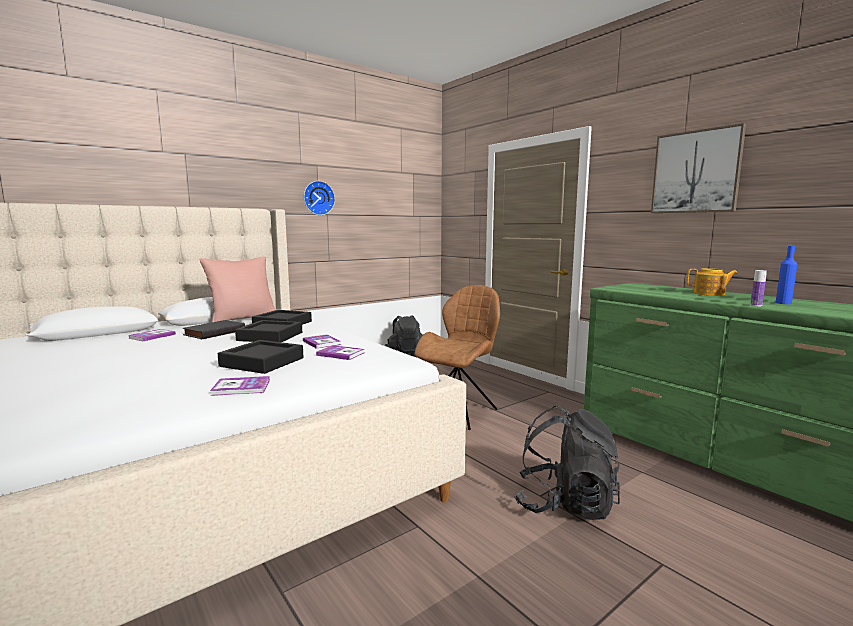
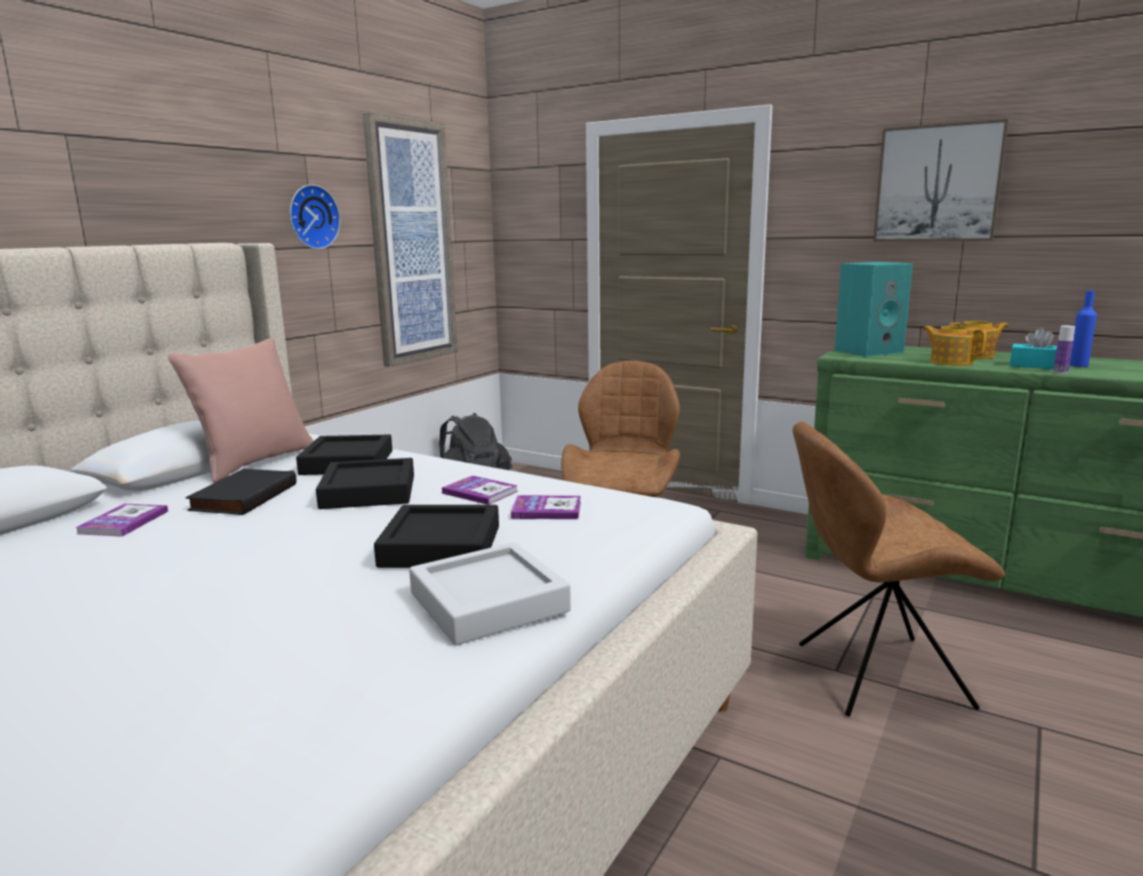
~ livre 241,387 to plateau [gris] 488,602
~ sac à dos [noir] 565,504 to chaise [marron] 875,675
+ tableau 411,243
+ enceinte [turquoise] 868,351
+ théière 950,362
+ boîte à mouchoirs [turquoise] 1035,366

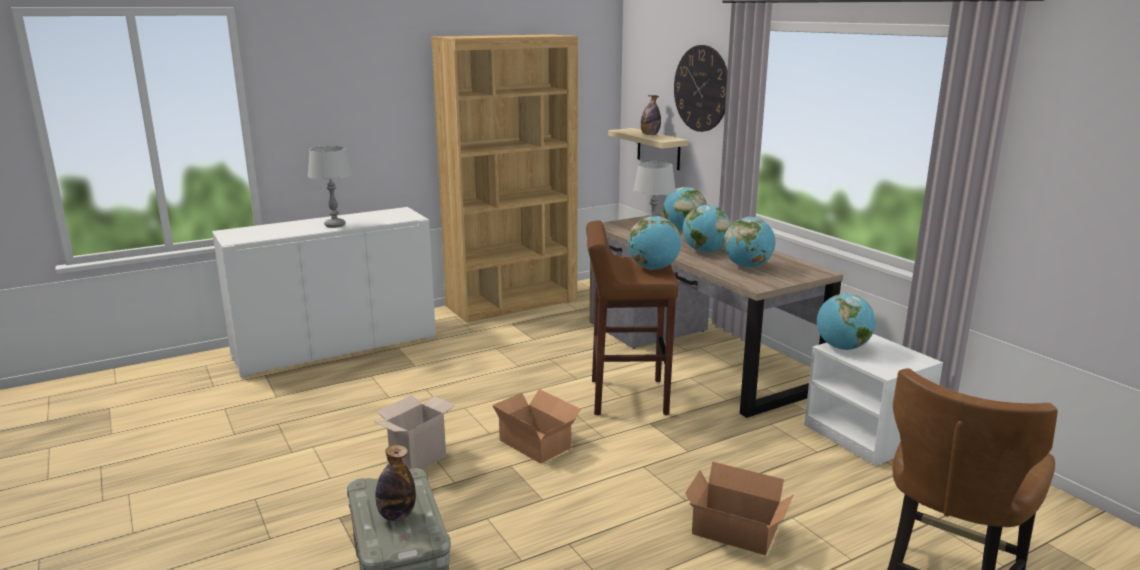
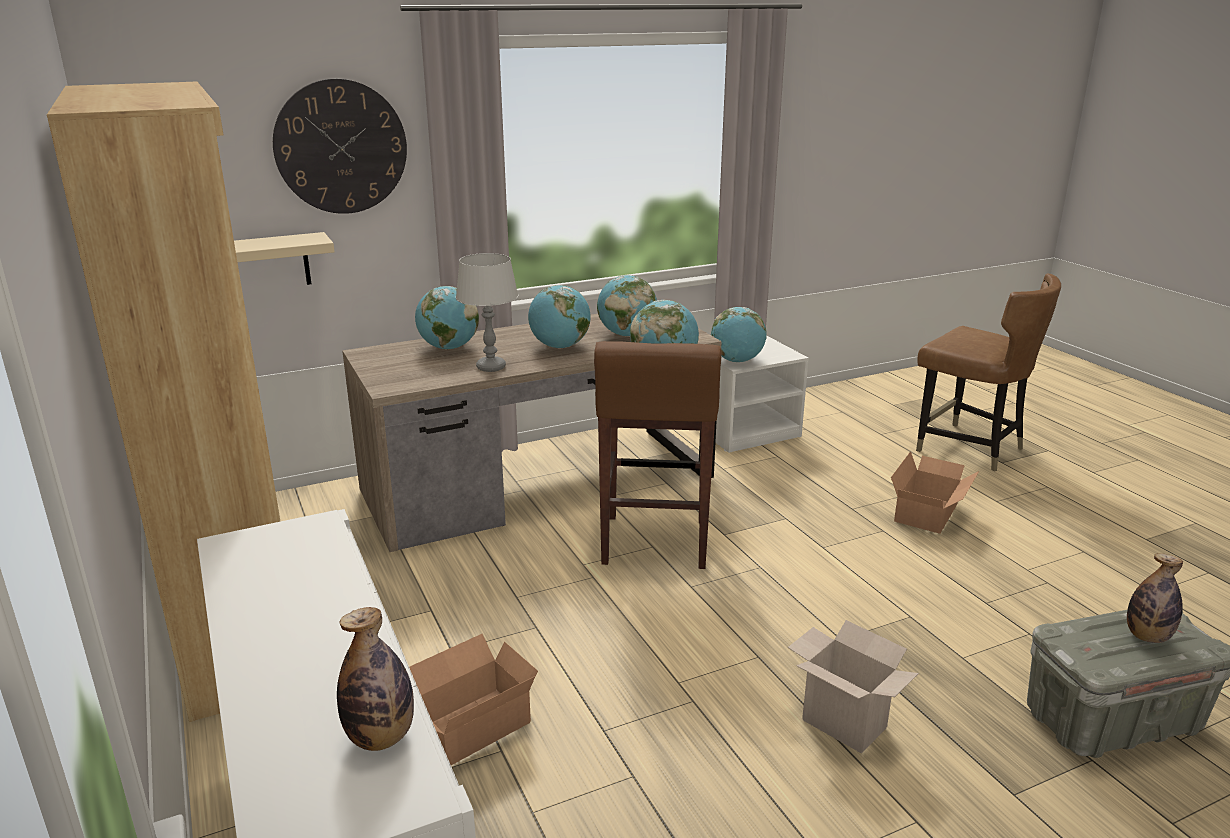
- lampe de table [gris] 335,225
~ carton 536,442 to 468,725
~ bouteille 650,135 to 381,737

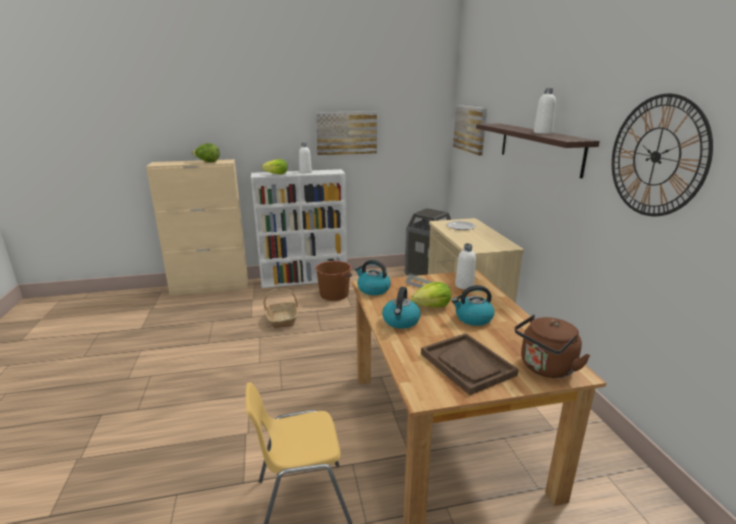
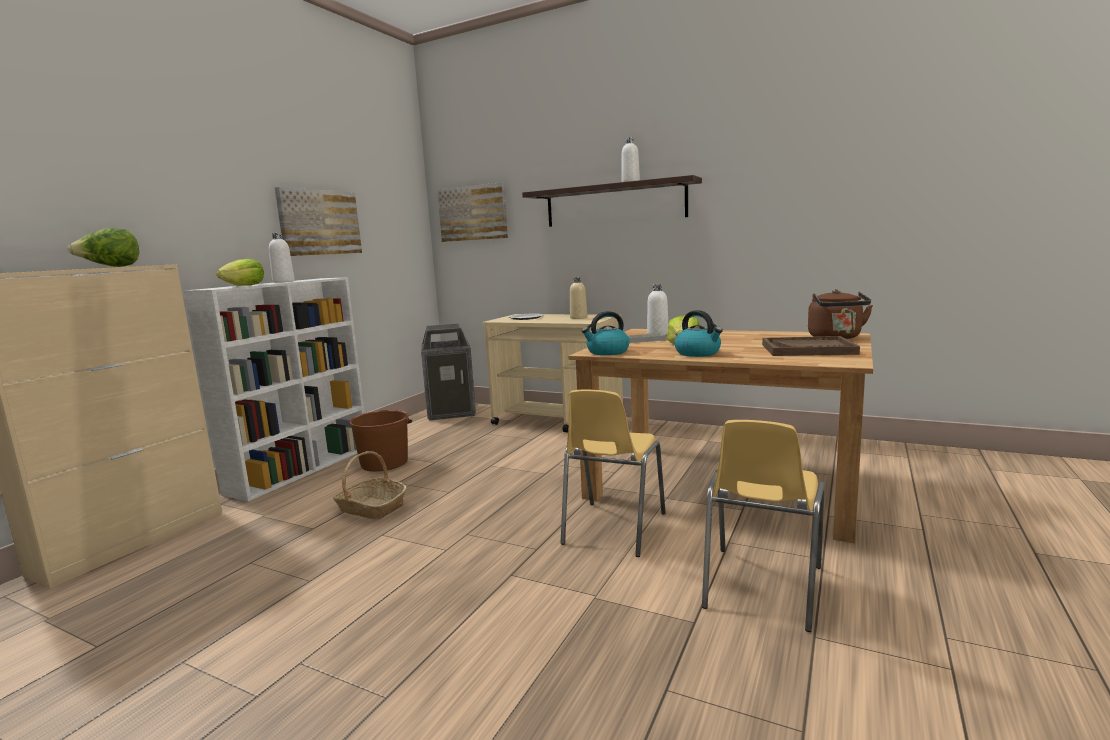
- bouilloire 473,318
- horloge murale 656,156
+ chaise [jaune] 612,529
+ bouteille [beige] 578,318

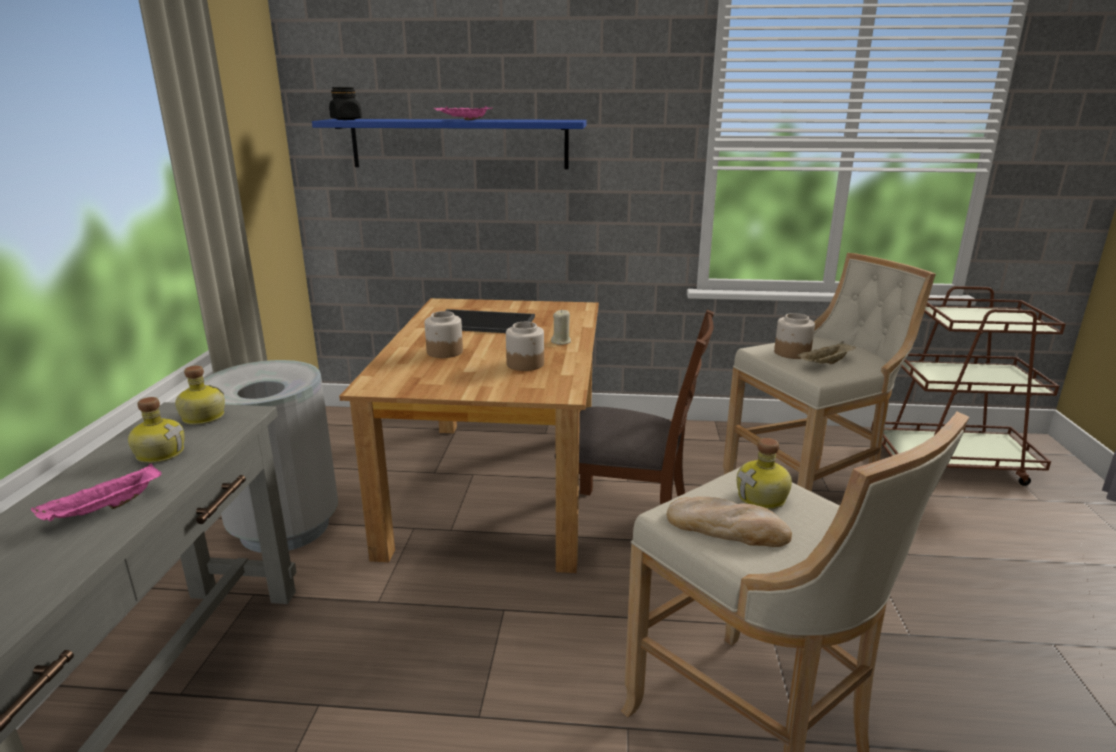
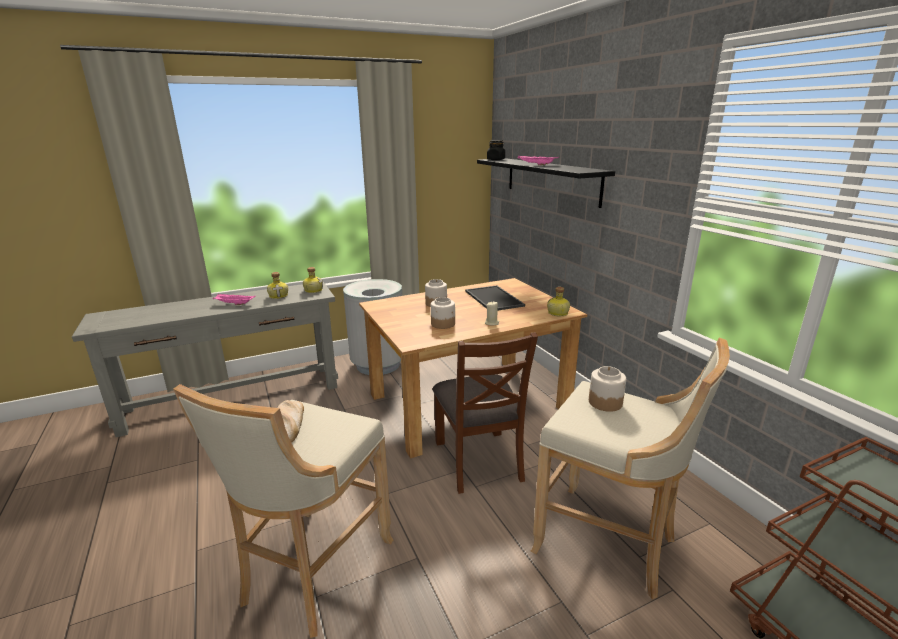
~ étagère [bleu] 459,144 to étagère [noir] 551,180
~ bouteille 763,498 to 558,313
- plateau [beige] 825,364

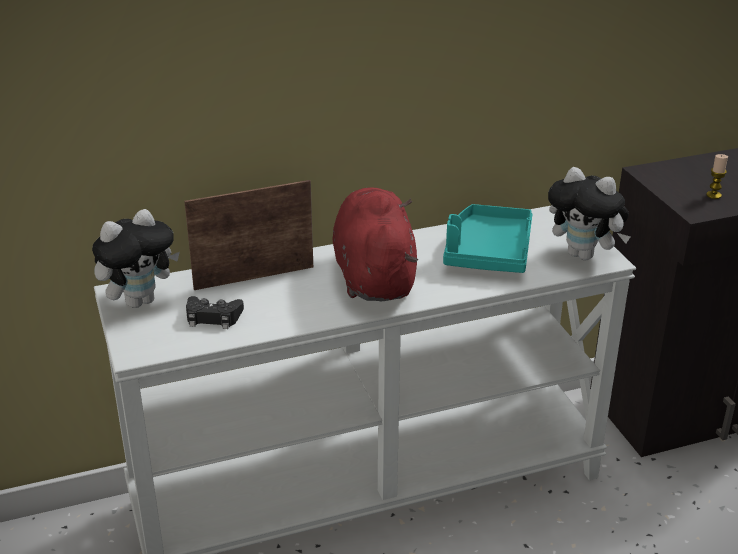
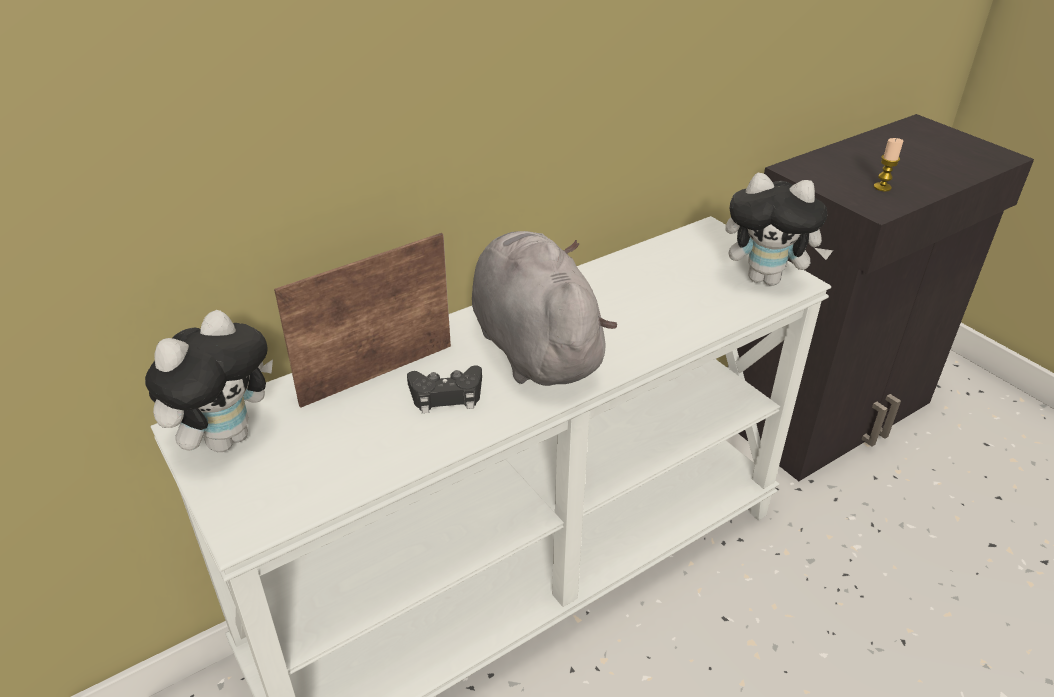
~ manette [noir] 213,317 to 446,395
~ peluche [rouge] 374,276 to peluche [gris] 533,346
- plateau [turquoise] 487,252

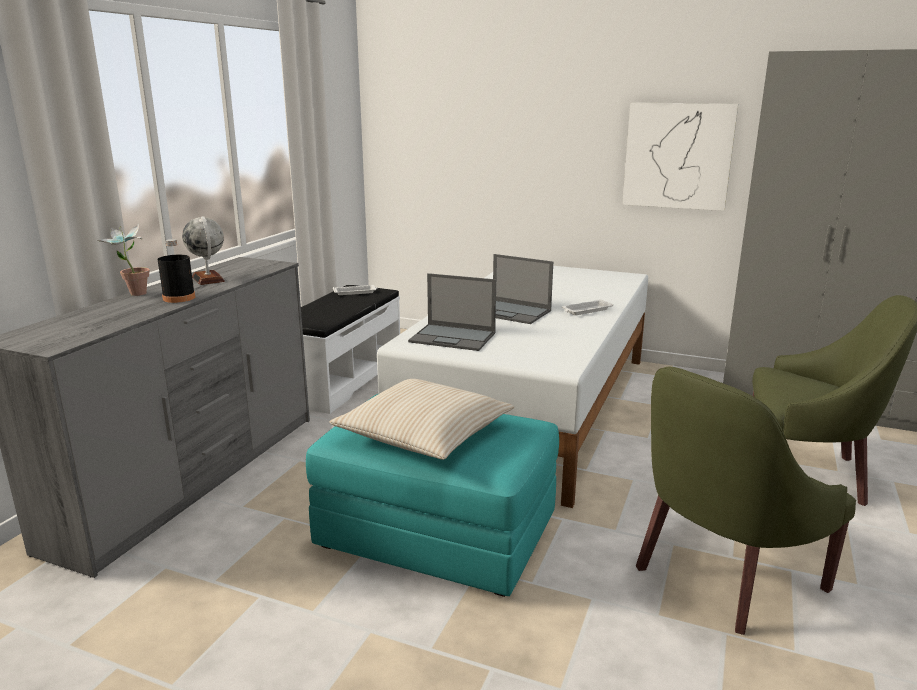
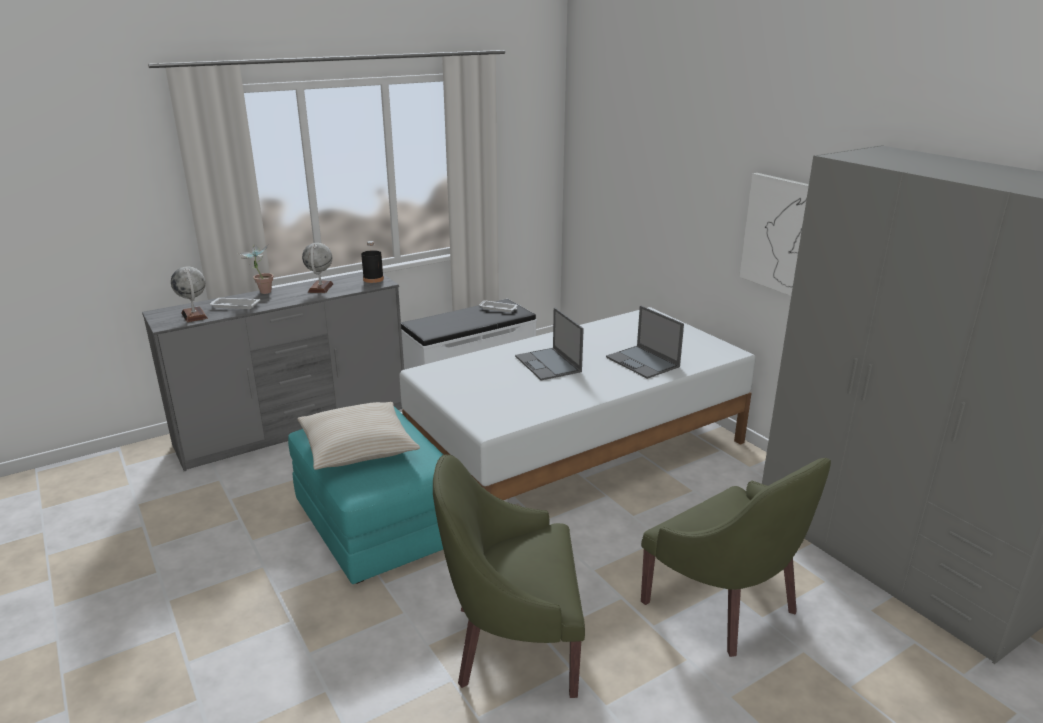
~ bouteille [noir] 179,298 to 373,279
~ ordinateur portable 453,337 to 643,362
~ plateau [blanc] 586,310 to 234,306
+ globe 194,315

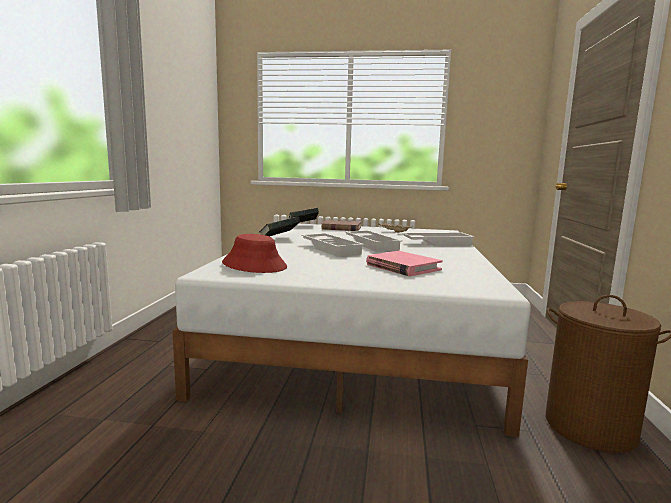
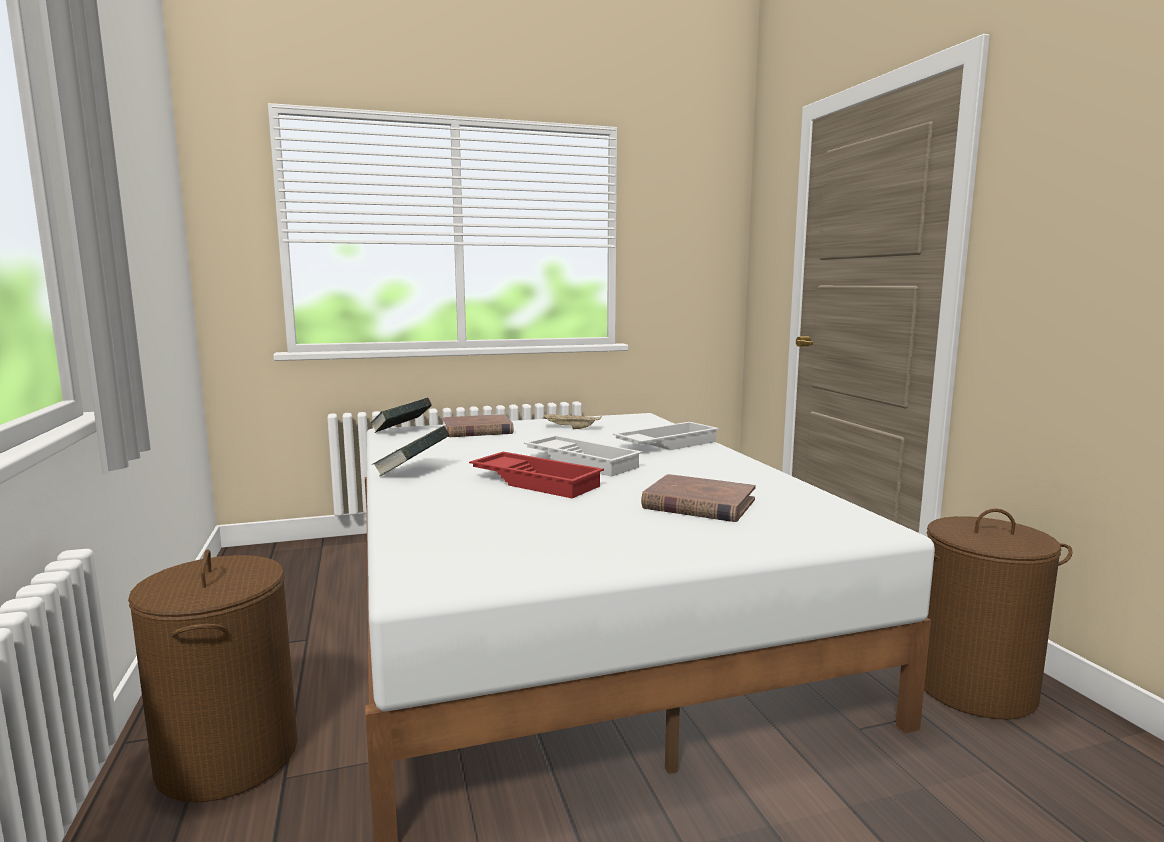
- chapeau [rouge] 254,265
~ plateau [blanc] 332,249 to plateau [rouge] 537,482
~ livre [rose] 402,267 to livre [marron] 698,504
+ panier à linge [marron] 228,757

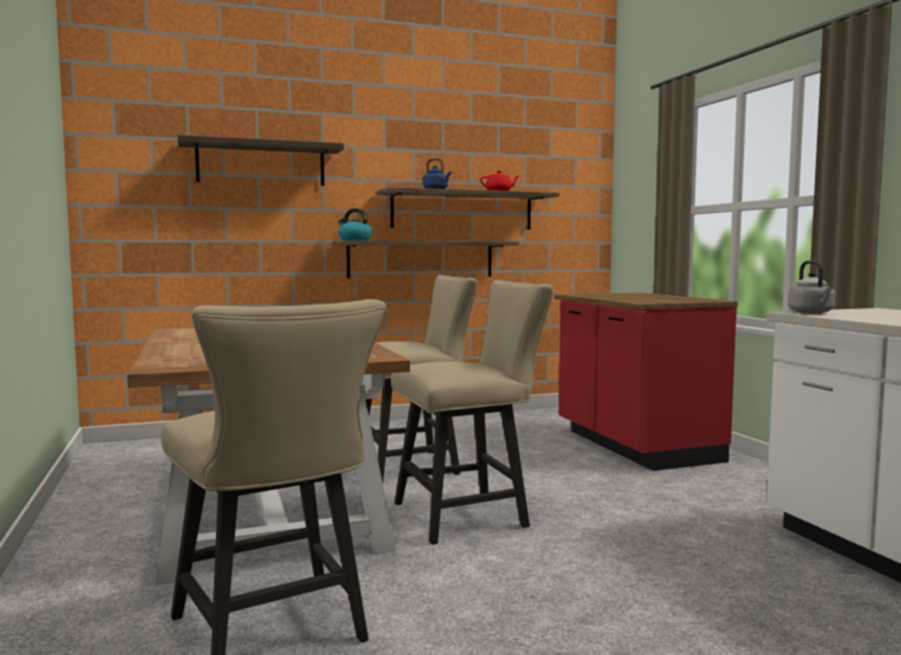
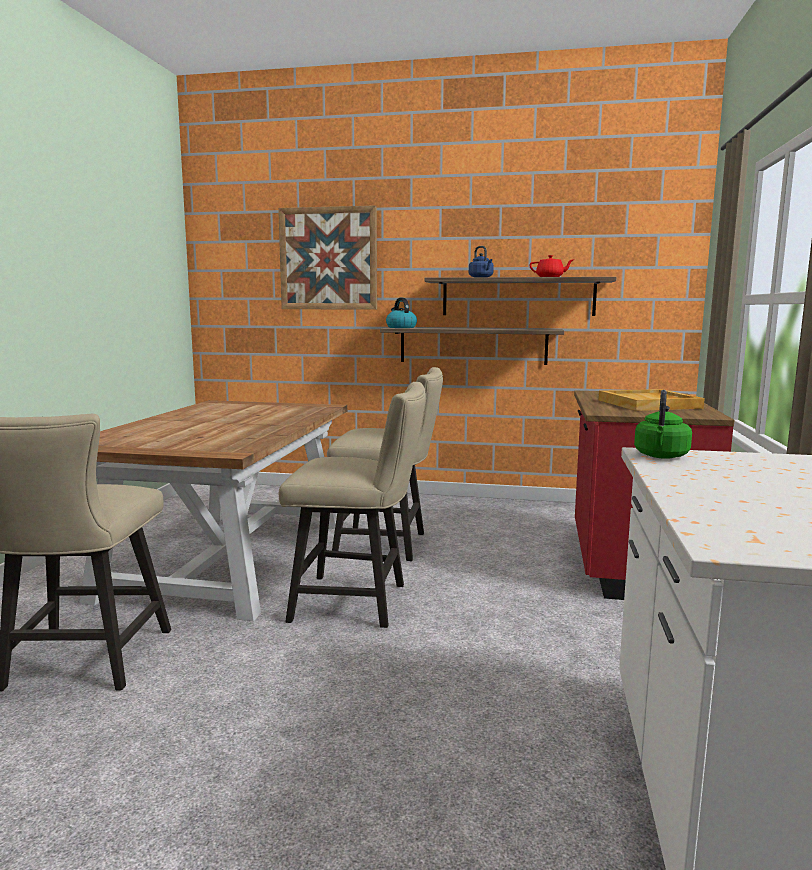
~ étagère 261,164 to tableau 328,259
~ bouilloire [gris] 812,313 to bouilloire [vert] 661,456
+ plateau [beige] 649,404

